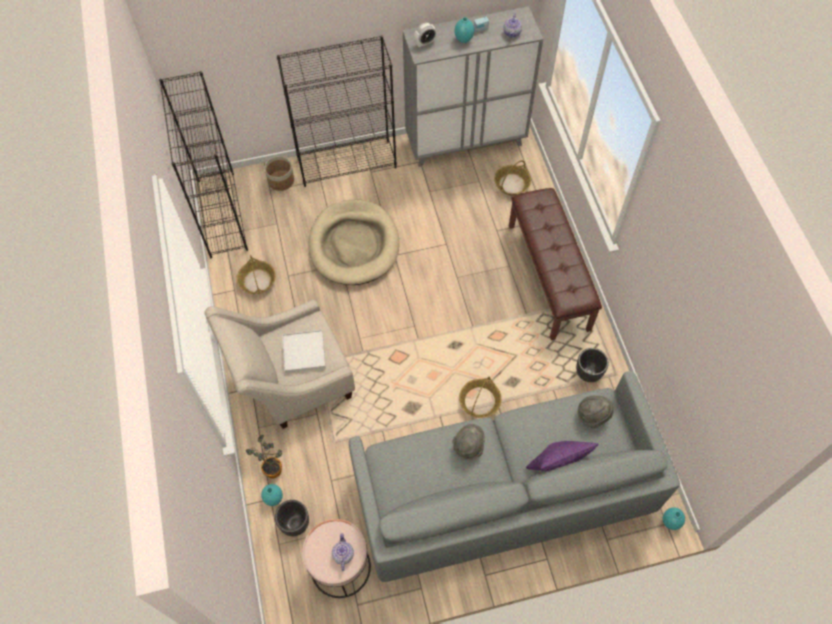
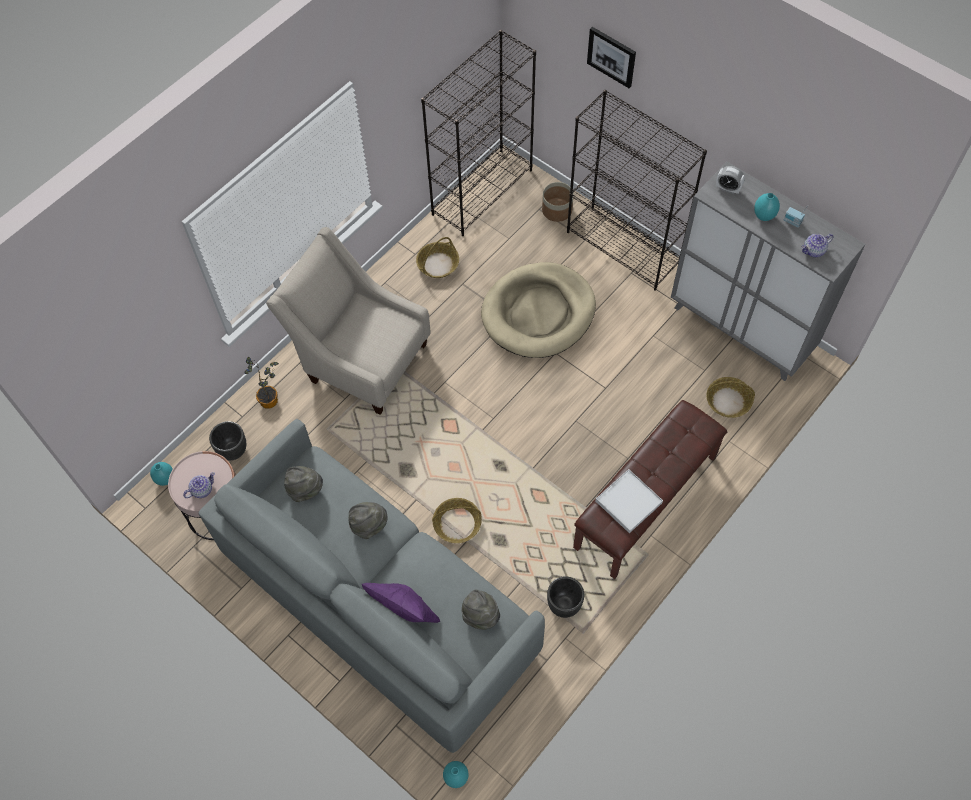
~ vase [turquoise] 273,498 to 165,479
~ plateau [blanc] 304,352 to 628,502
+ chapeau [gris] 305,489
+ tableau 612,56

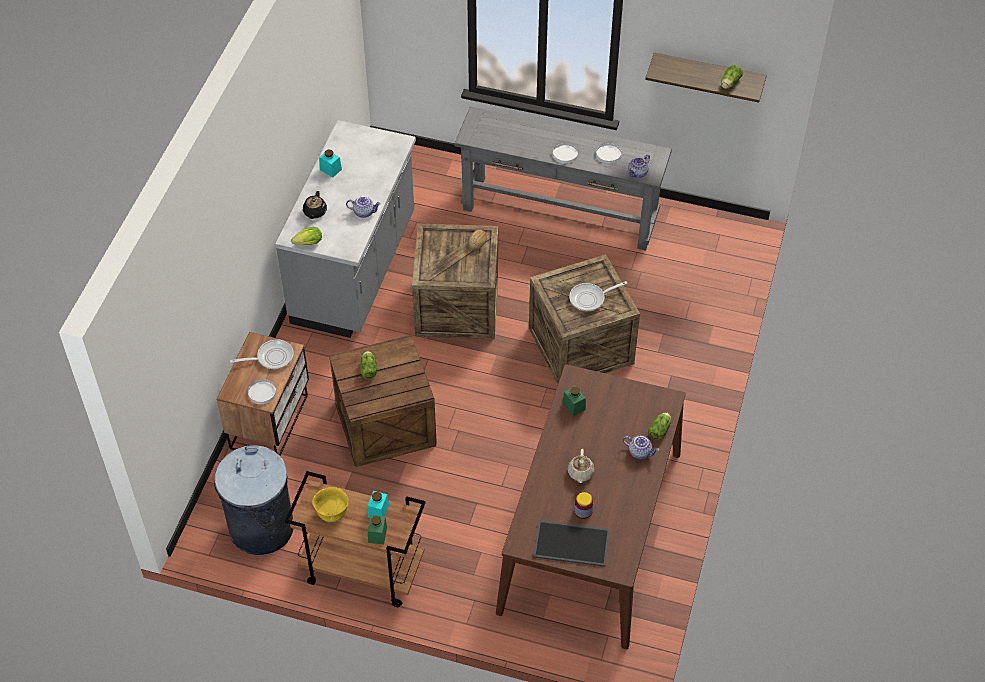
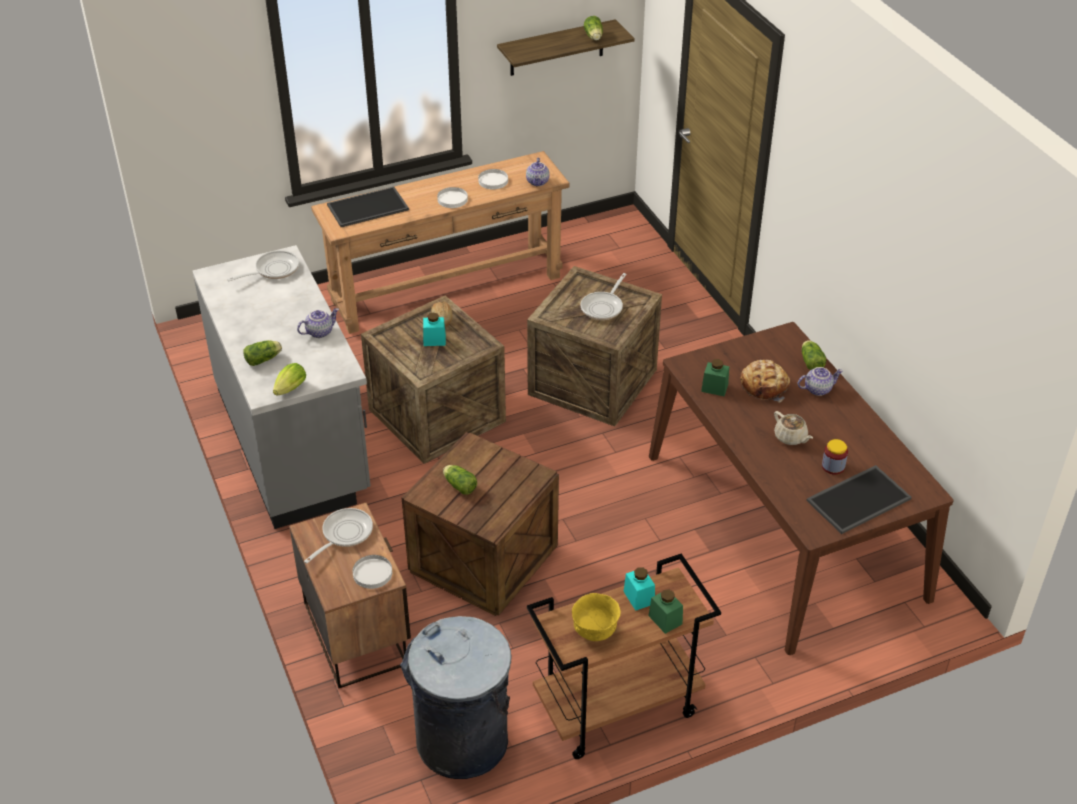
~ théière [noir] 315,212 to laitue 264,359
~ bocal [turquoise] 330,169 to 434,340
~ table console [gris] 559,213 to table console [marron] 446,289
+ poêle 273,270
+ plateau 367,208
+ pain 764,386

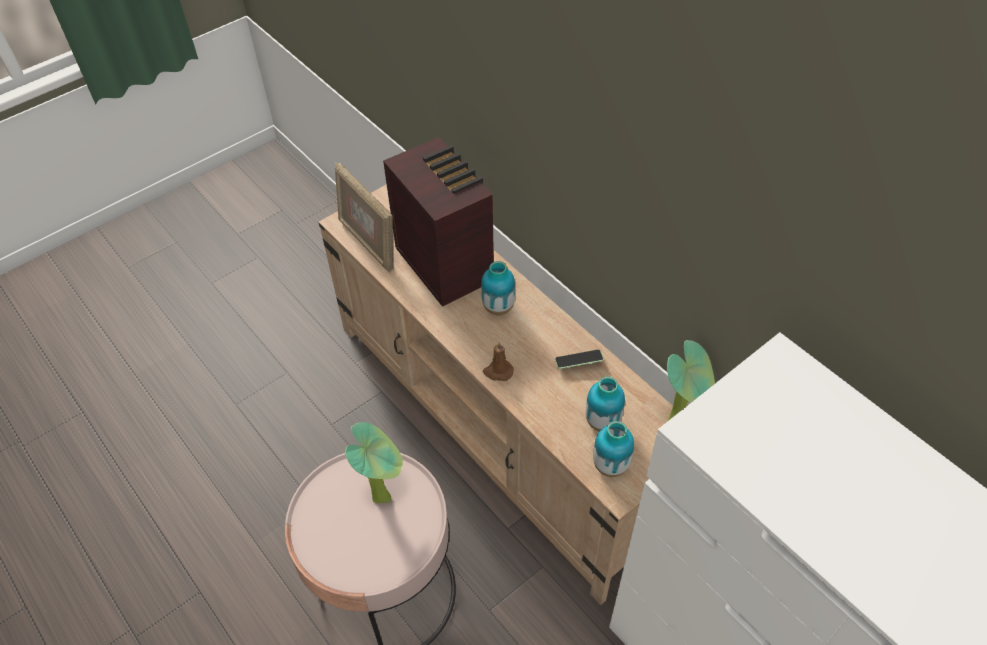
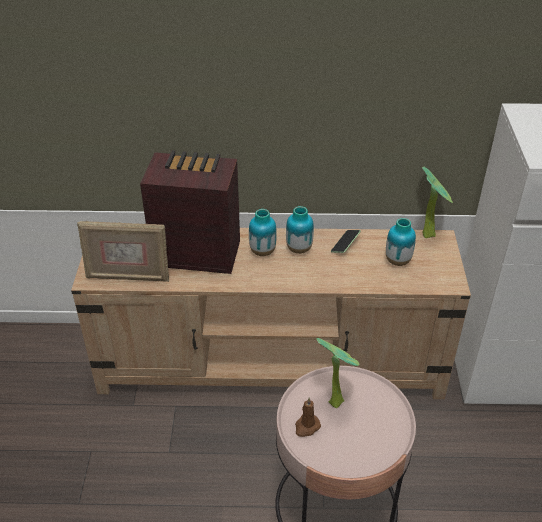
~ bougie [marron] 498,371 to 306,427
~ vase 610,466 to 299,249

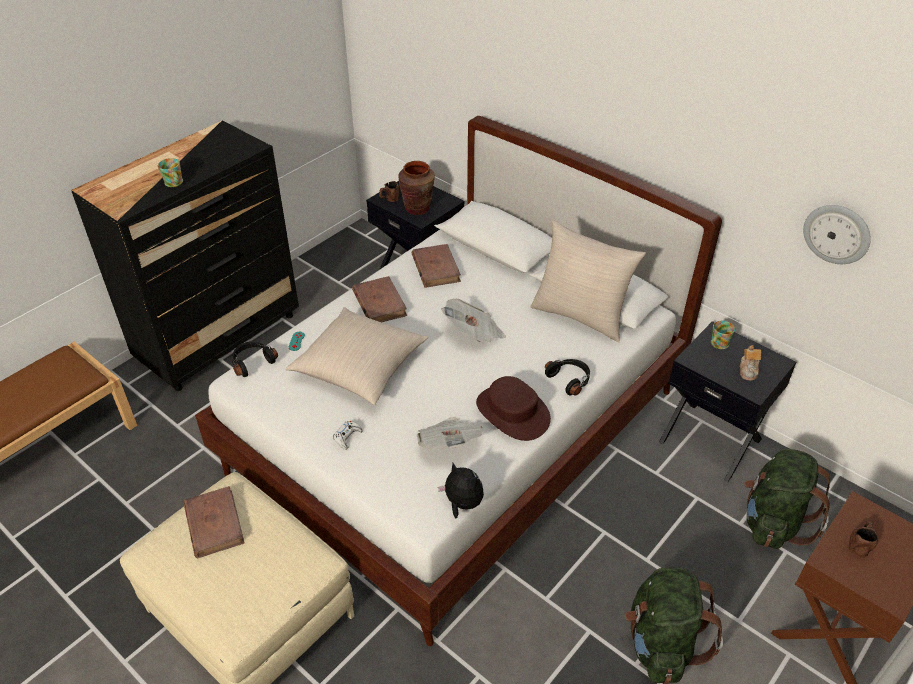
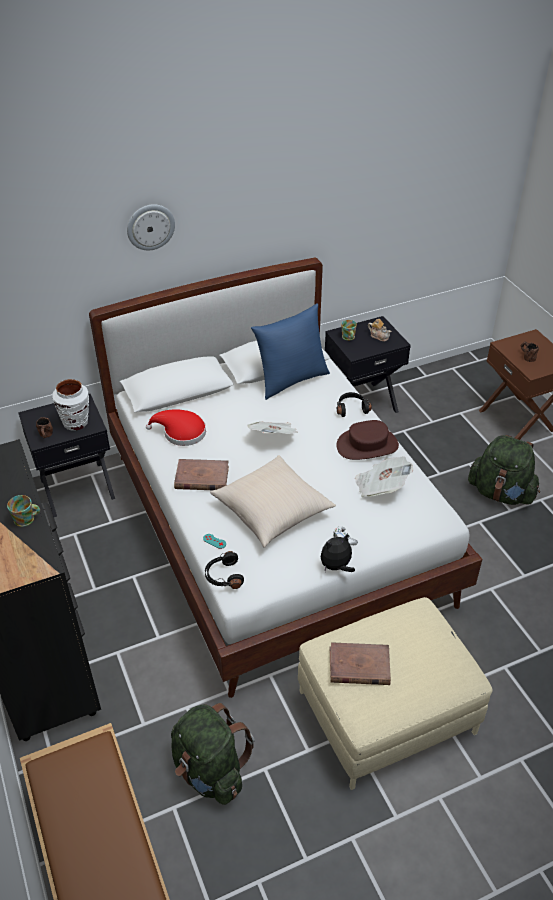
~ vase [marron] 417,208 to vase [blanc] 76,423
~ livre [marron] 436,268 to chapeau [rouge] 181,433
~ peluche 462,504 to 336,567
~ coussin [beige] 580,316 to coussin [bleu] 291,380
~ sac à dos [vert] 772,522 to 210,770
~ horloge murale 837,233 to 150,226

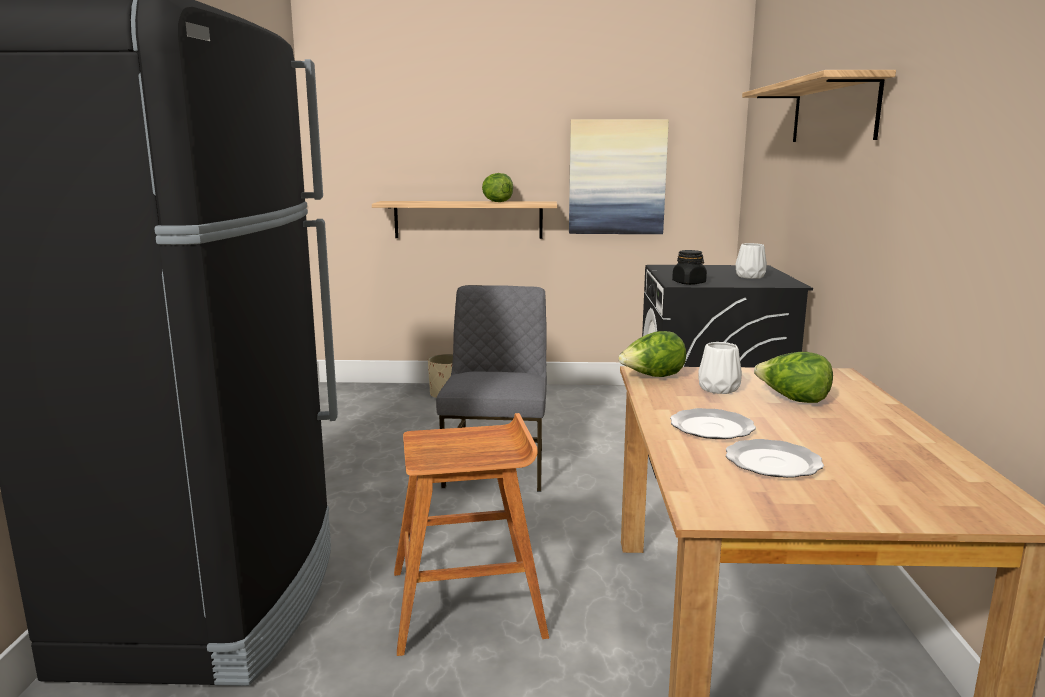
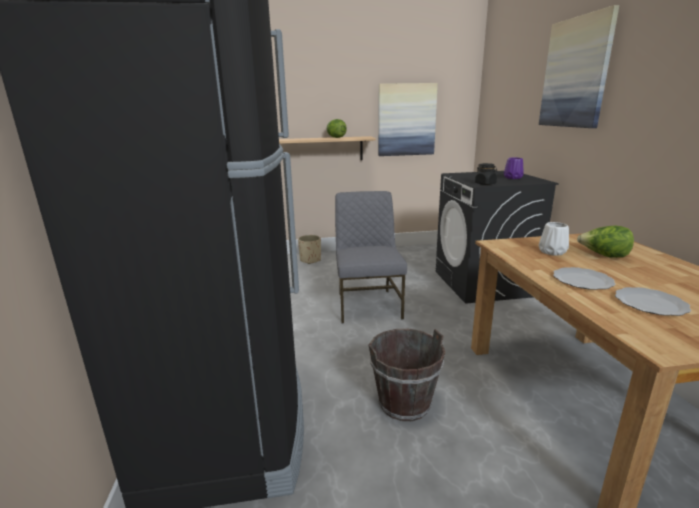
~ tabouret [marron] 468,603 to seau [marron] 404,404
- laitue 652,377
~ vase [blanc] 751,276 to vase [violet] 513,178
~ étagère 833,112 to tableau 576,73

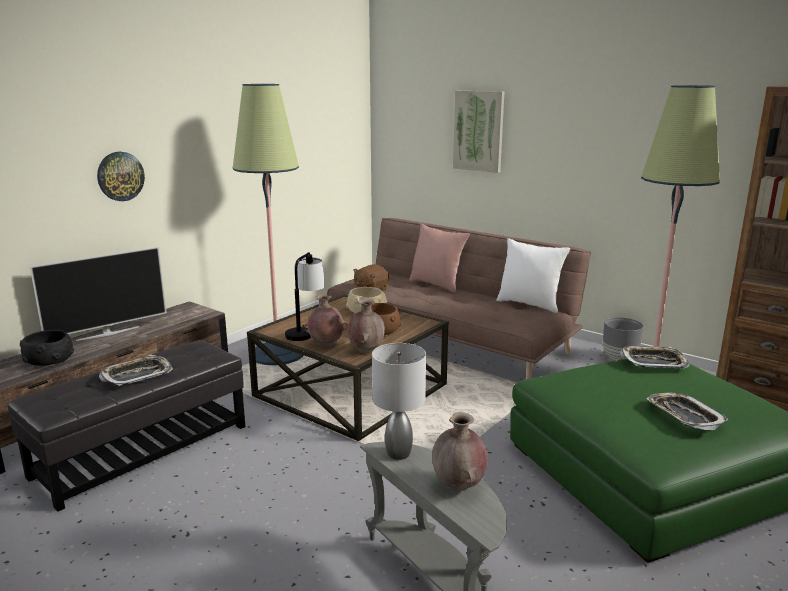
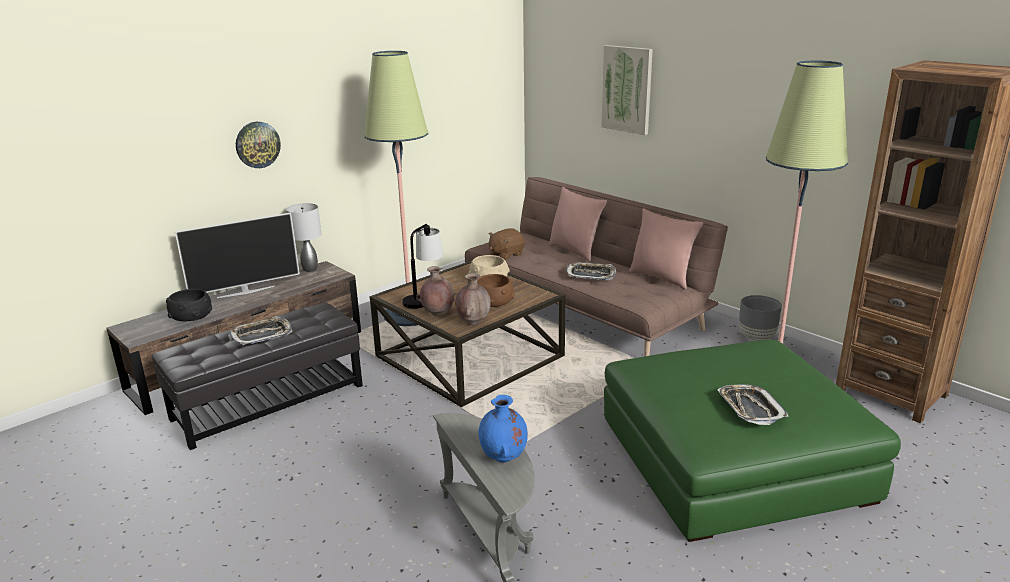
~ lampe de table [gris] 398,453 to 310,269
~ vase [marron] 459,486 to vase [bleu] 504,458
~ coussin [blanc] 529,304 to coussin [rose] 661,278
~ plateau 653,362 to 590,275

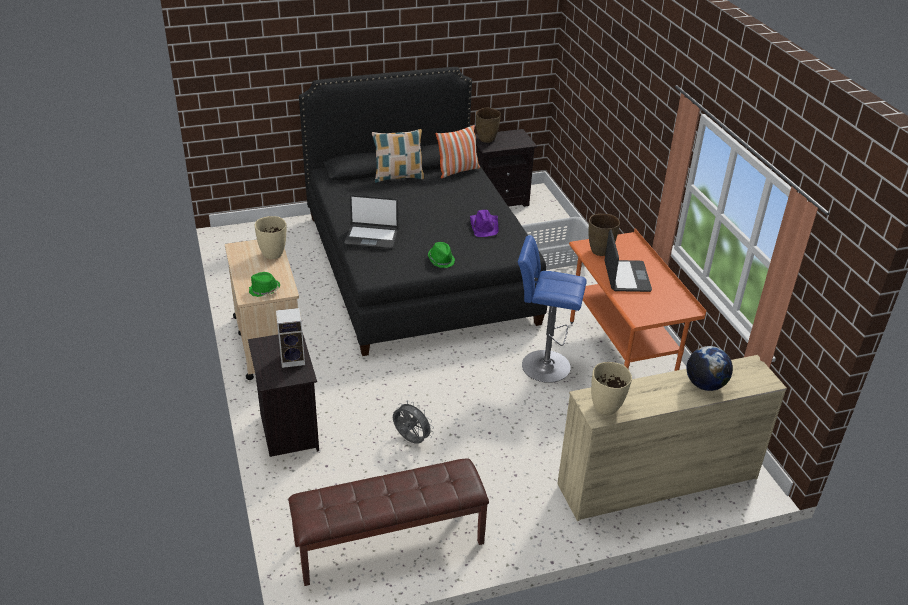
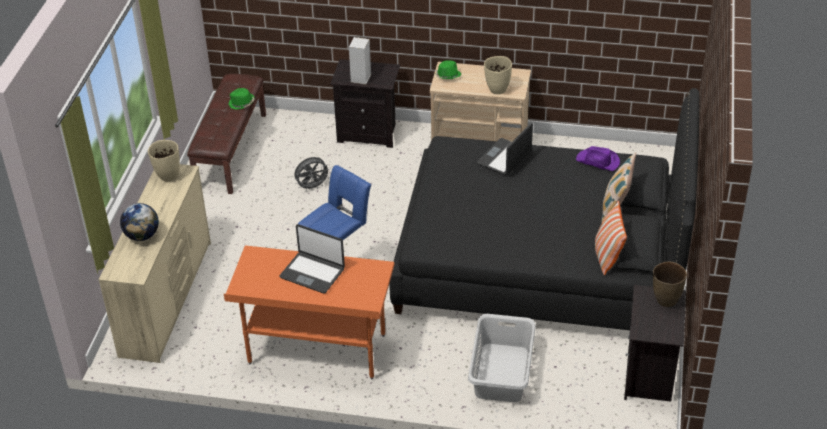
~ chapeau [vert] 441,260 to 241,103
~ chapeau [violet] 484,226 to 598,161
- vase [marron] 600,251

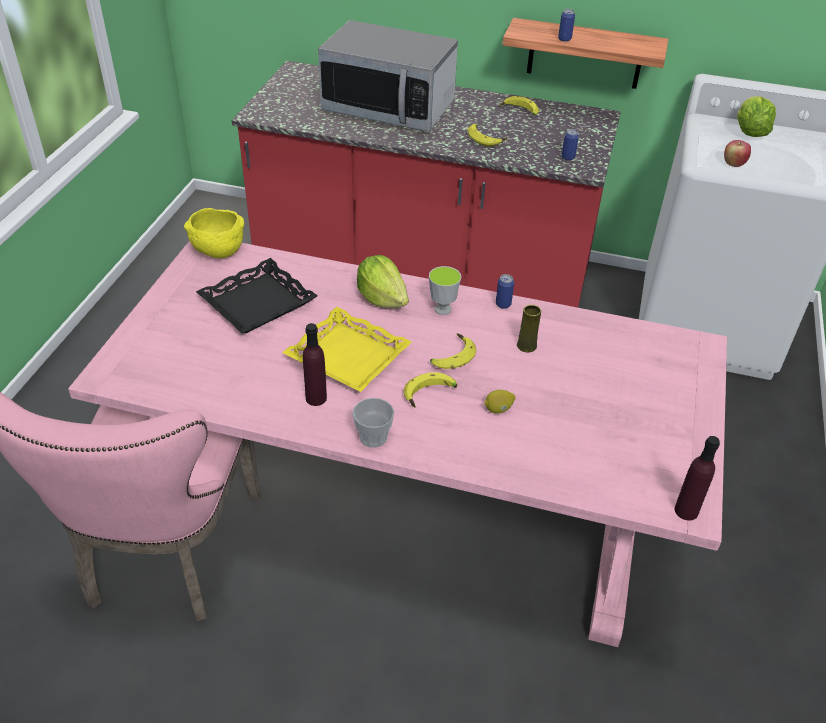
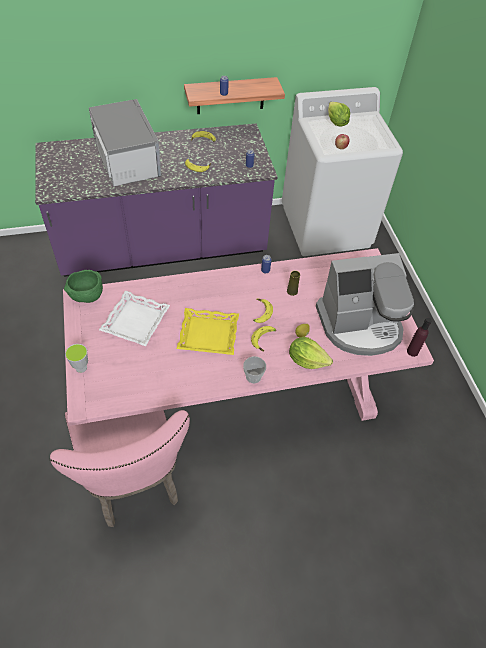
~ bol [jaune] 217,252 to bol [vert] 86,297
~ plateau [noir] 257,302 to plateau [blanc] 135,321
~ comptoir de cuisine [rouge] 423,271 to comptoir de cuisine [violet] 163,247
- bouteille [violet] 316,398
~ micro-ondes 388,108 = 127,161 105 degrees counterclockwise
~ laitue 382,298 to 306,360
~ tasse 442,309 to 81,368
+ machine à café 360,325

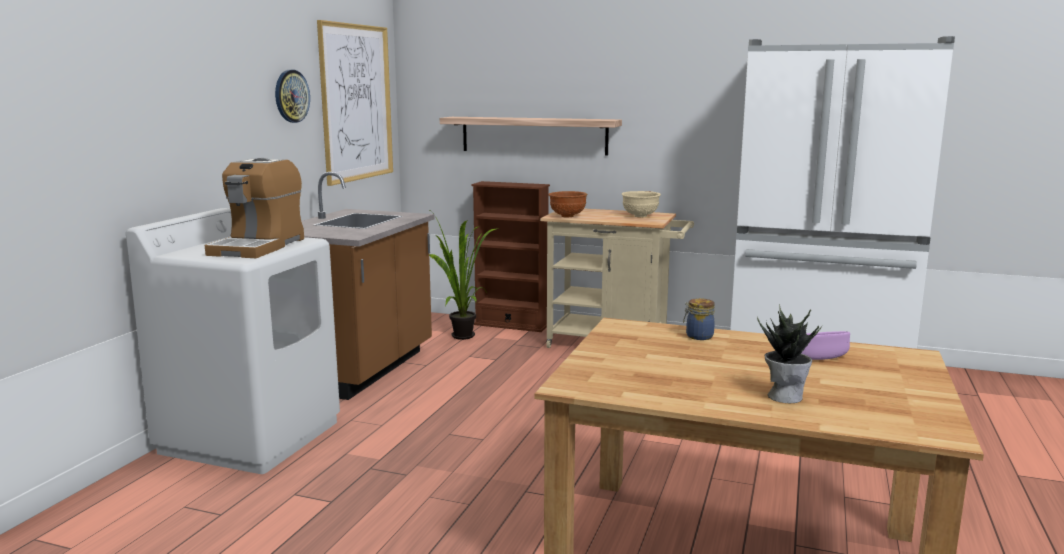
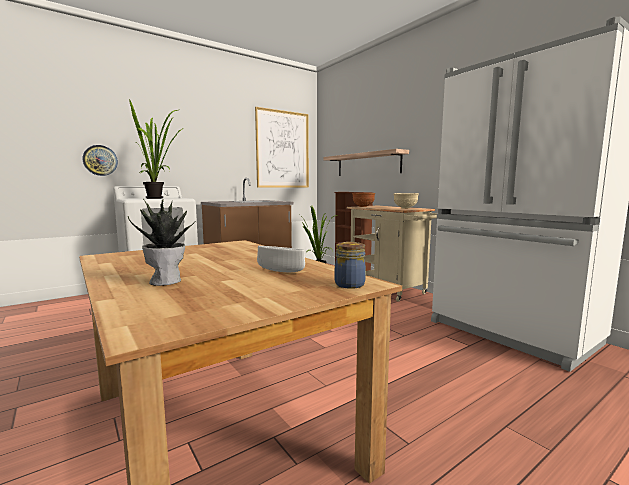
~ machine à café 259,246 to plante en pot 159,198
~ horloge murale 291,96 to 100,160
~ bocal 698,336 to 348,284
~ bol [violet] 821,359 to bol [blanc] 280,271

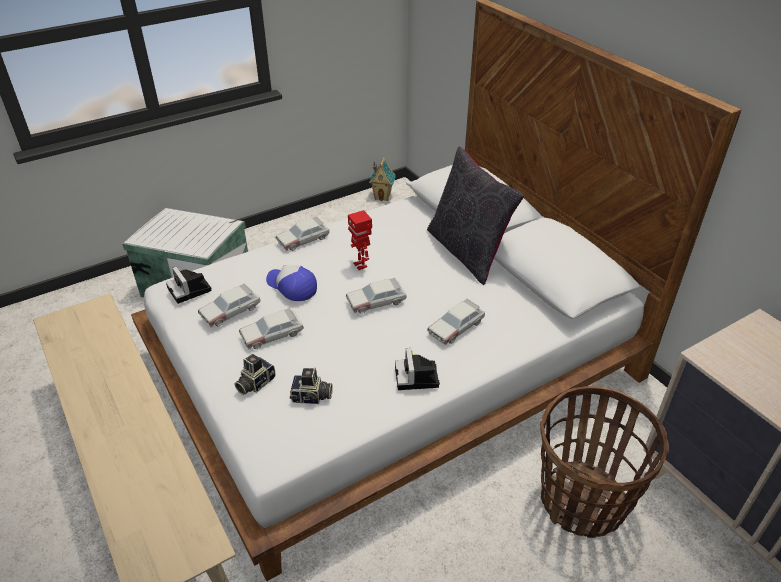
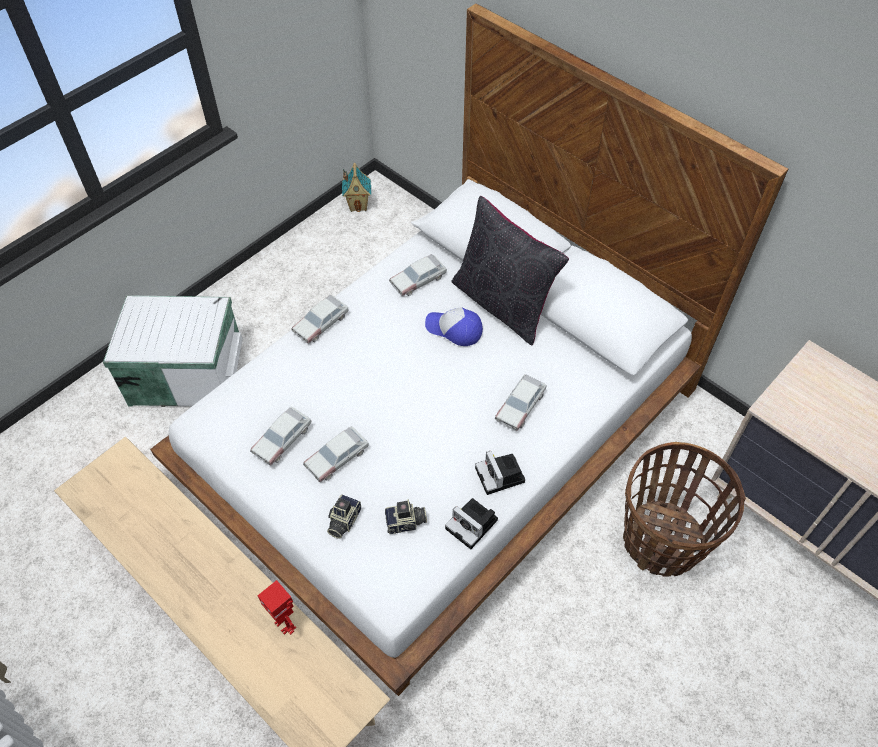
~ appareil photo 190,290 to 473,525
~ casquette 292,286 to 454,329
~ petite voiture 376,301 to 418,279
~ robot jouet 361,265 to 285,624

